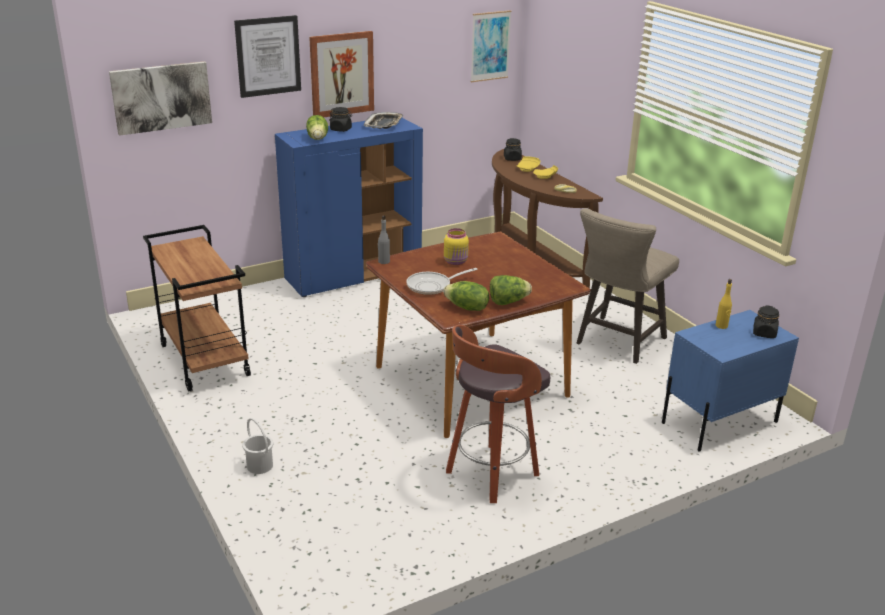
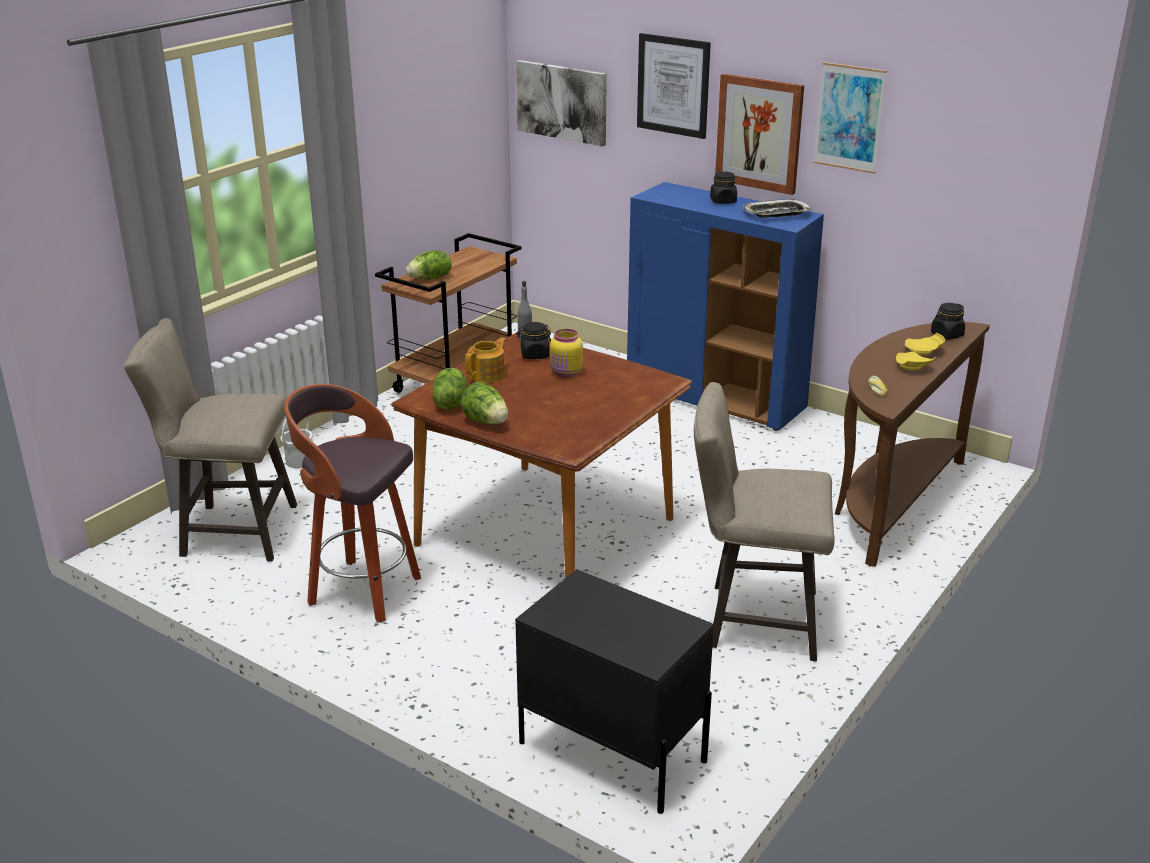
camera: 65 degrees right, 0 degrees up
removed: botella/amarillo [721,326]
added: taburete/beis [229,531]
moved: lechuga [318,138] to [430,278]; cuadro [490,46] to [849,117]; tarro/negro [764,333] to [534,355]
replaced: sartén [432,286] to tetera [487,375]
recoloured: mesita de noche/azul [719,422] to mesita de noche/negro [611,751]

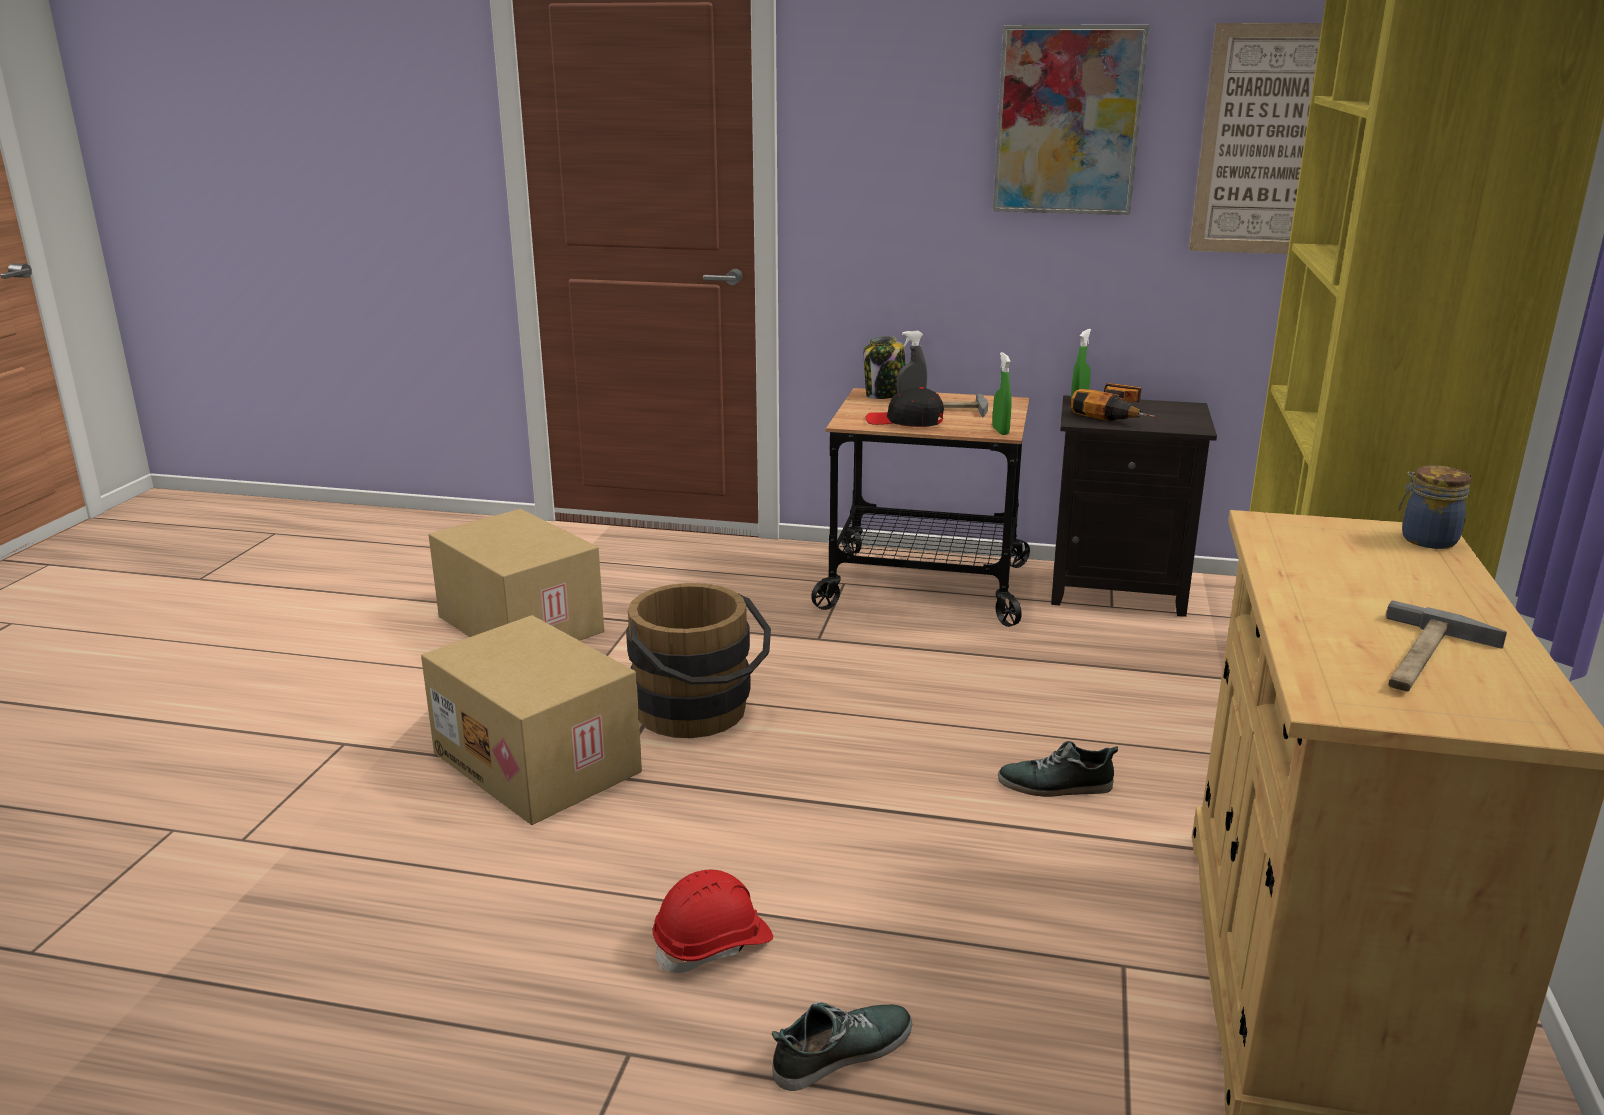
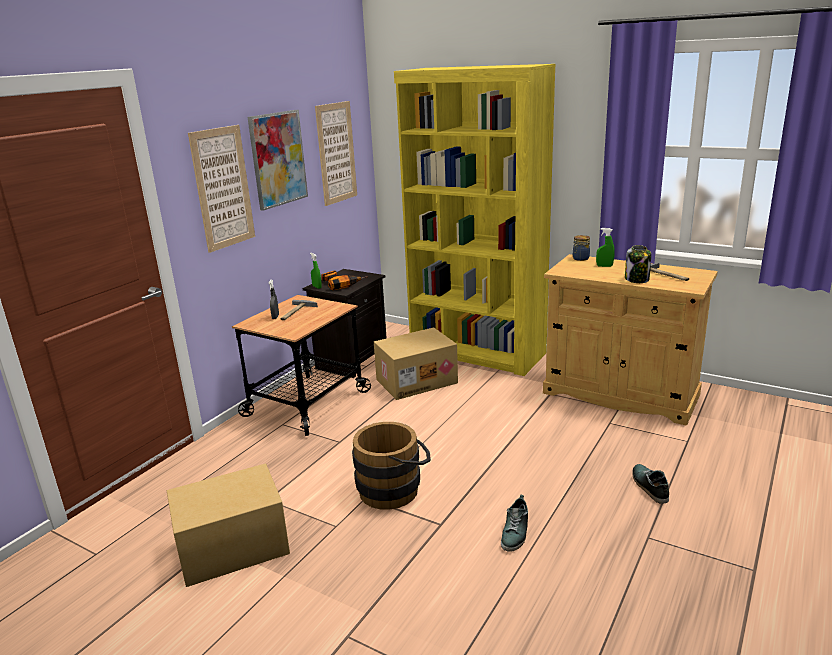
camera: 70 degrees left, 0 degrees up
removed: casco/rojo [713,945]; gorra/negro [905,422]
added: cuadro [223,188]
moved: caja de cartón [540,762] to [416,381]; tarro [885,395] to [637,279]; pulverizador/verde [1000,431] to [604,266]; zapato [1056,785] to [515,533]

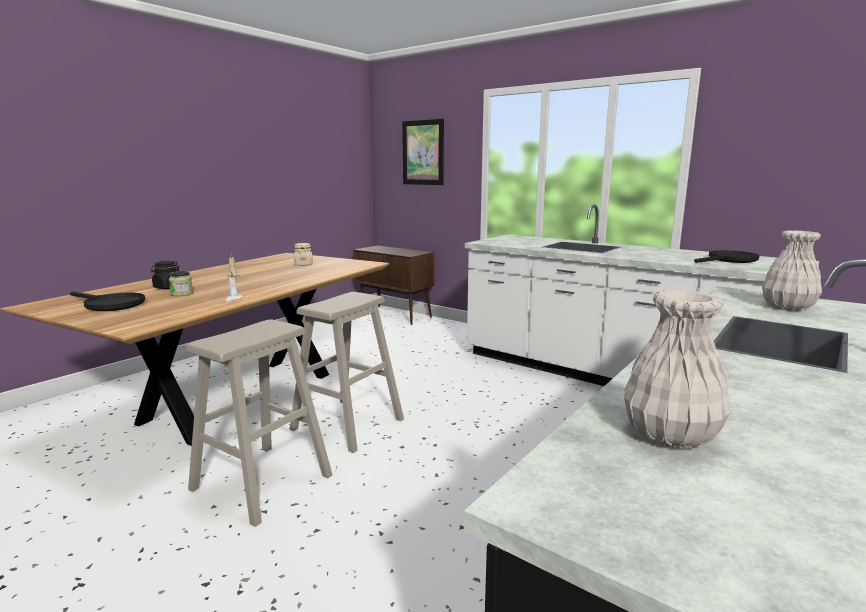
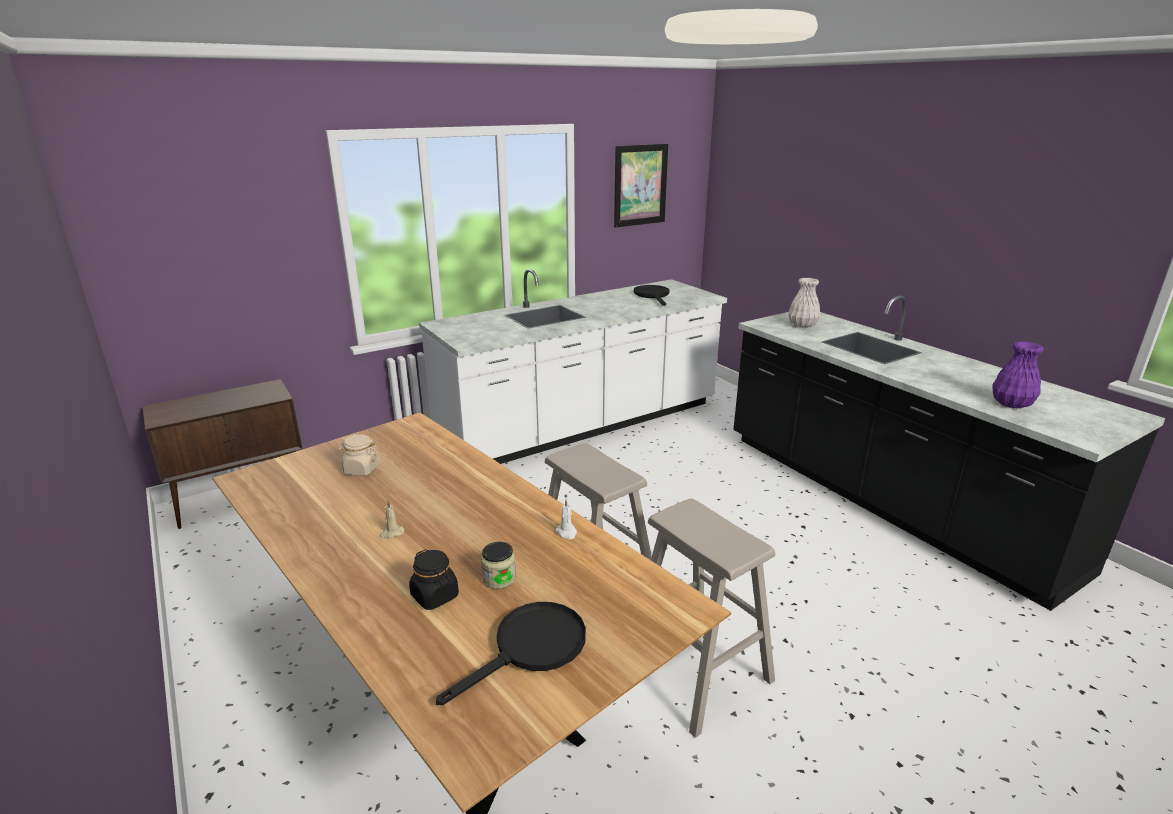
camera: 70 degrees left, 10 degrees up
moved: cuadro [423,152] to [640,185]
recoloured: florero/blanco [671,435] to florero/morado [1011,403]

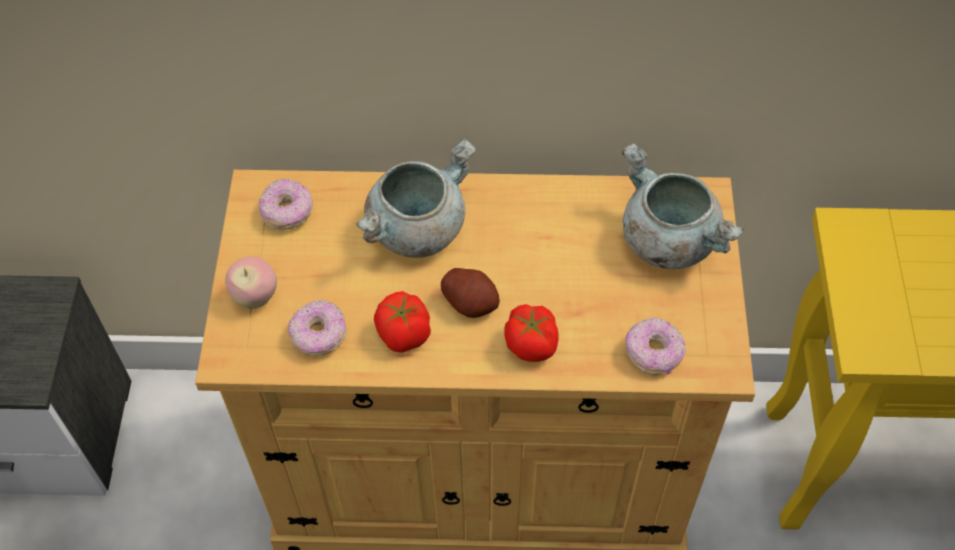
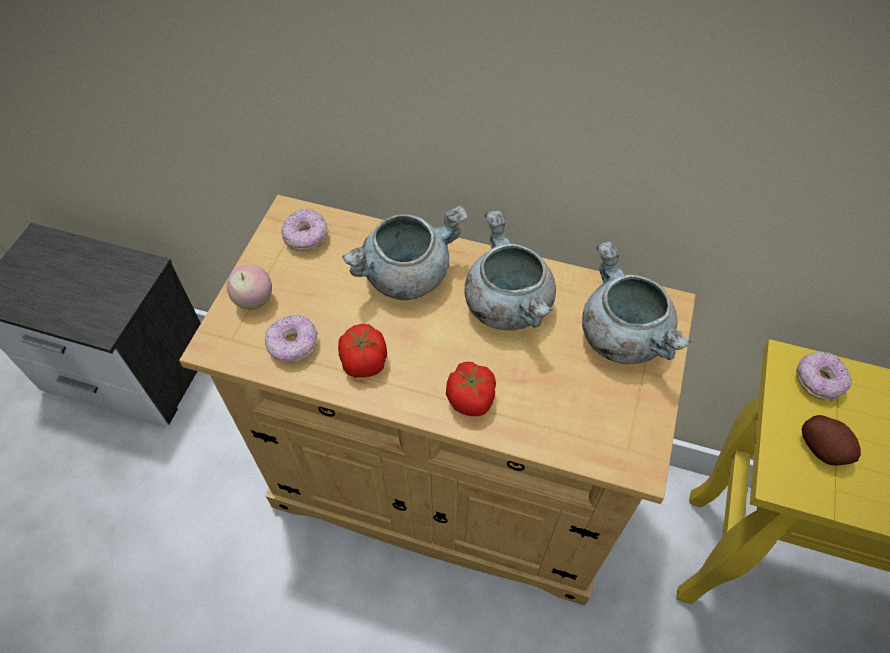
camera: 15 degrees right, 0 degrees up
added: olla/gris [507,305]
moved: patata [470,302] to [823,448]; rosquilla [653,353] to [818,381]

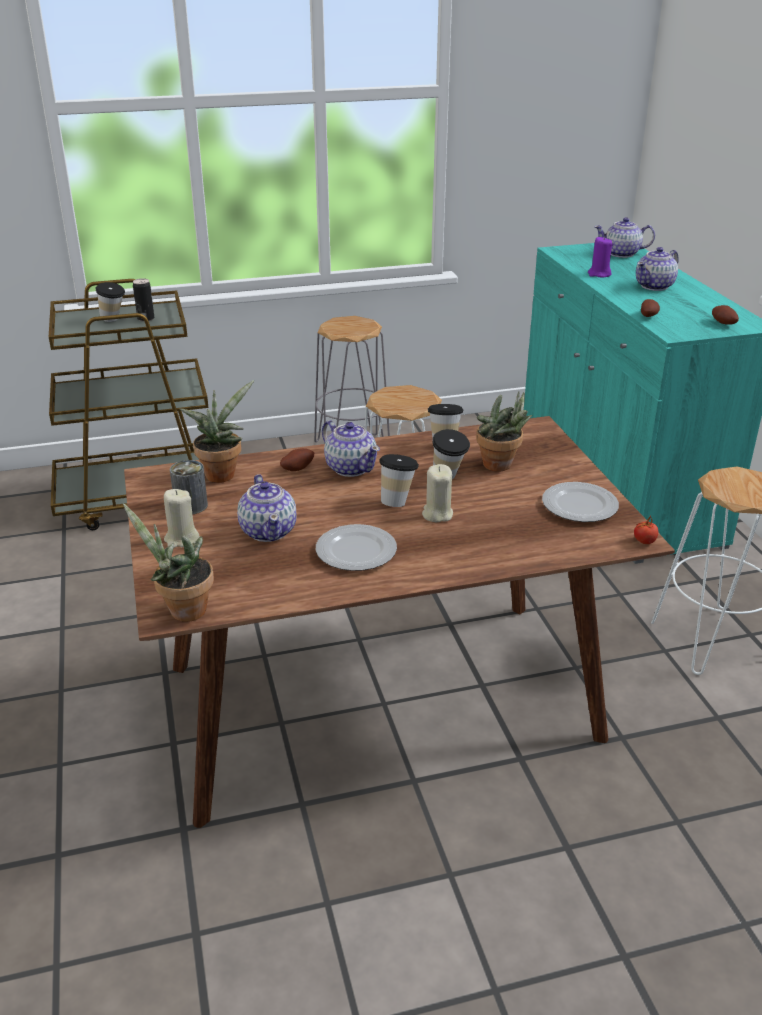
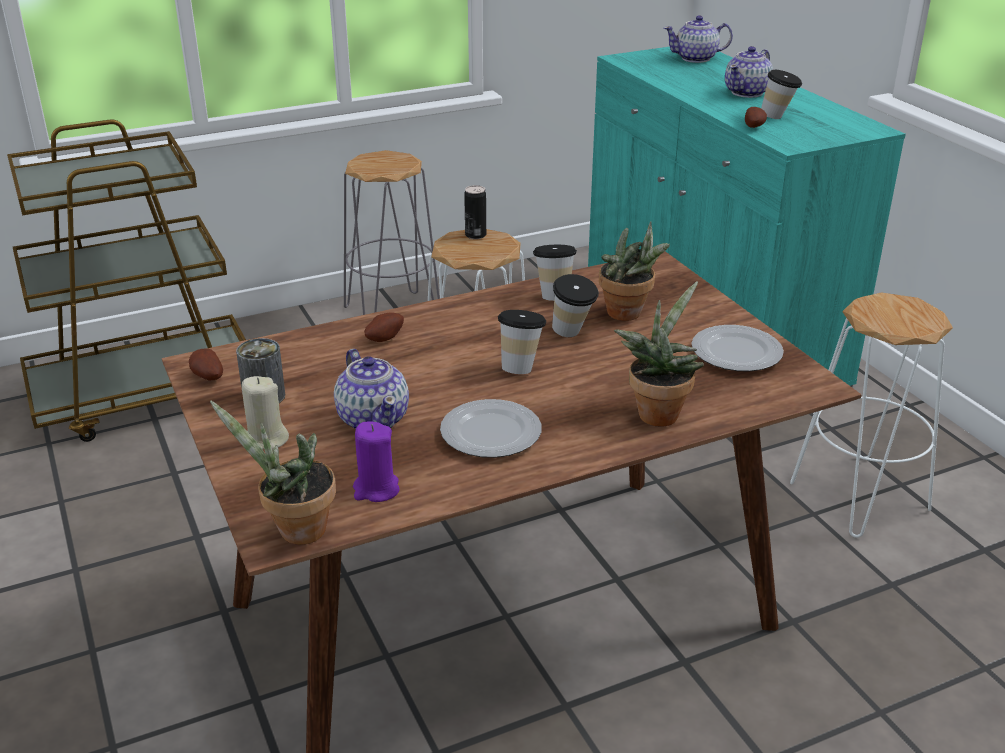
camera: 10 degrees left, 0 degrees up
removed: tetera [351,467]; vela/beis [437,514]; tomate [644,541]
moved: taza [114,320] to [778,117]; lata [146,318] to [475,235]; planta en maceta [221,473] to [657,412]; vela/morado [599,274] to [376,489]; patata [722,324] to [207,377]

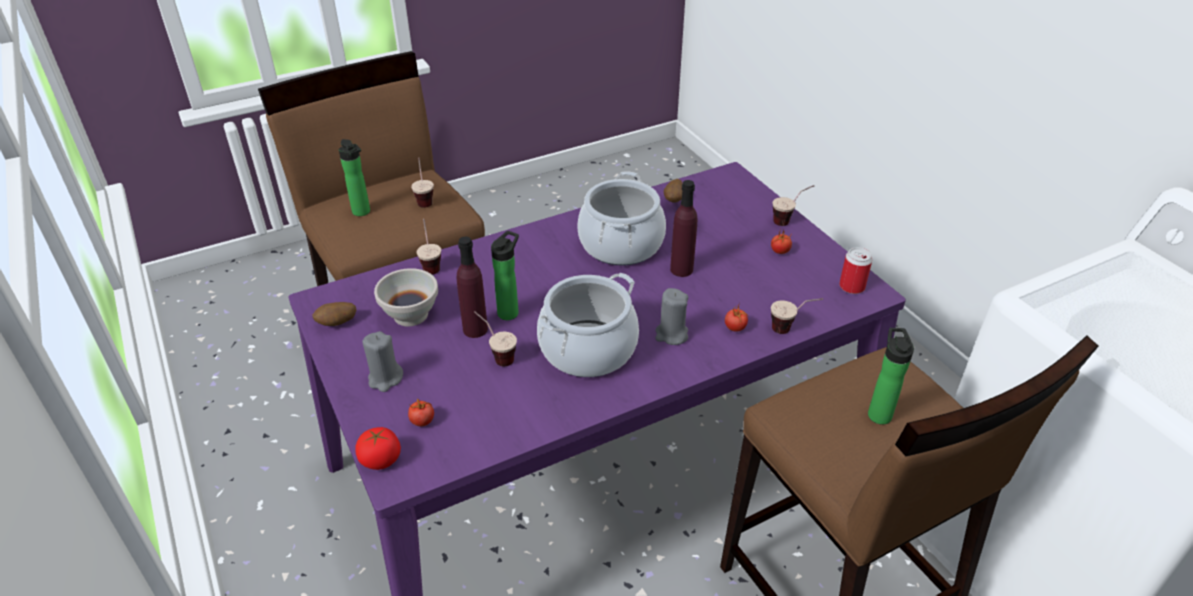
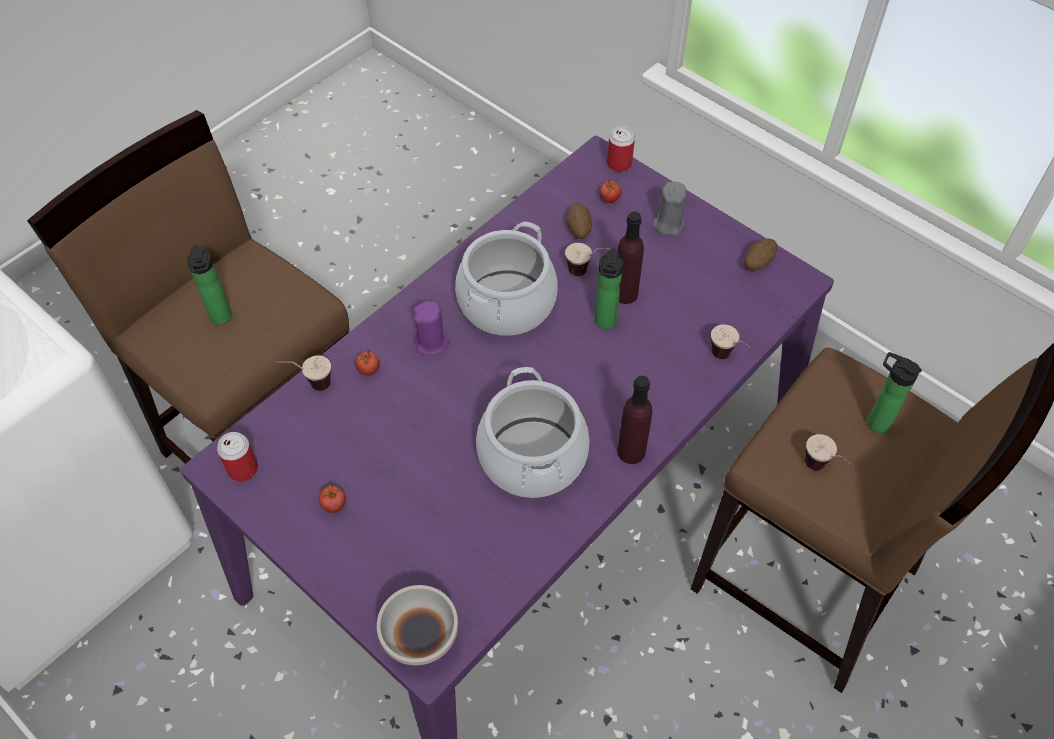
camera: 160 degrees right, 15 degrees up
removed: taza [789,220]
moved: cuenco/blanco [412,315] to [419,640]; patata [674,200] to [578,229]; botella/morado [681,269] to [631,452]
replaced: tomate [380,460] to lata [619,164]
recoloured: vela/gris [671,335] to vela/morado [431,342]

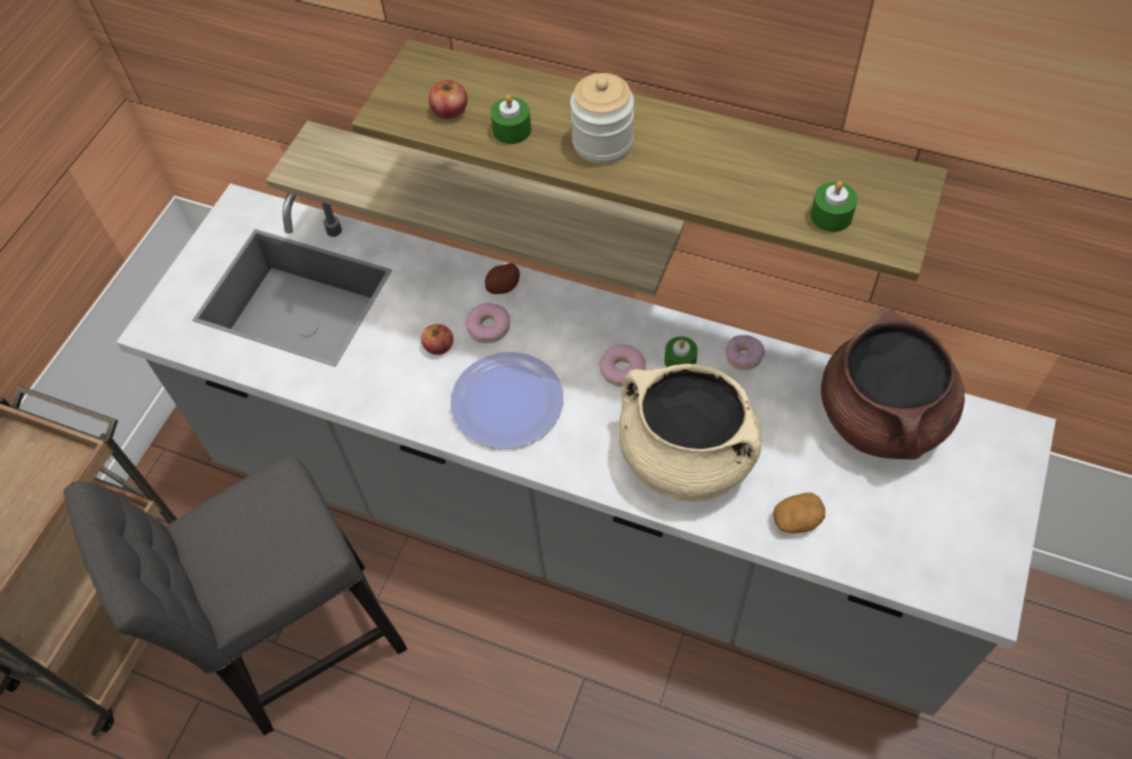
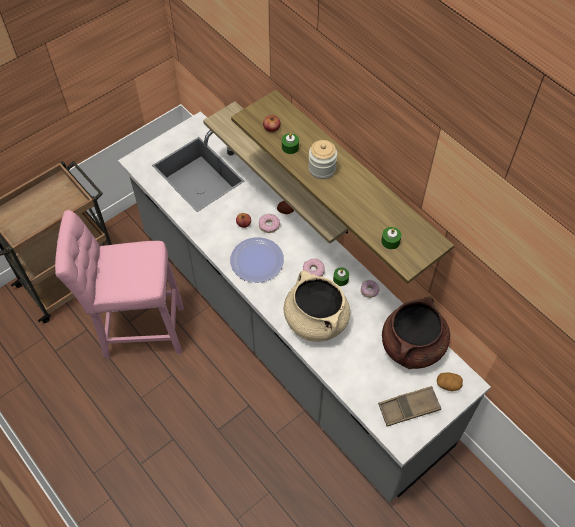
camera: 25 degrees right, 0 degrees up
added: bandeja/marrón [408,408]
moved: patata [797,520] to [448,384]
recoloured: taburete/gris [302,648] to taburete/rosa [139,330]

